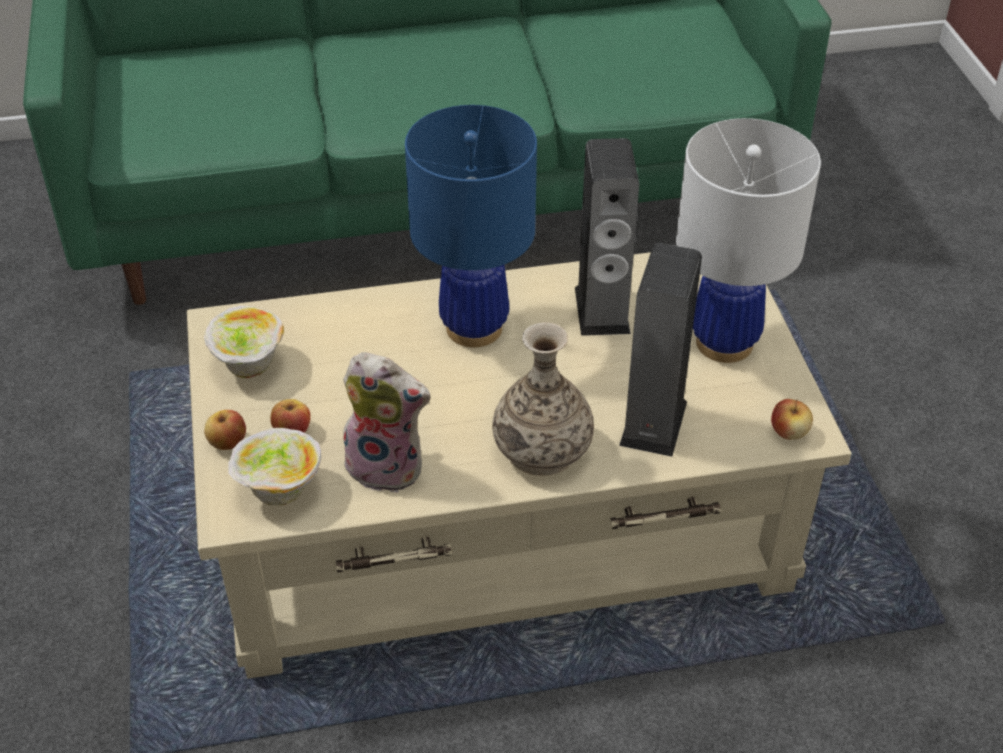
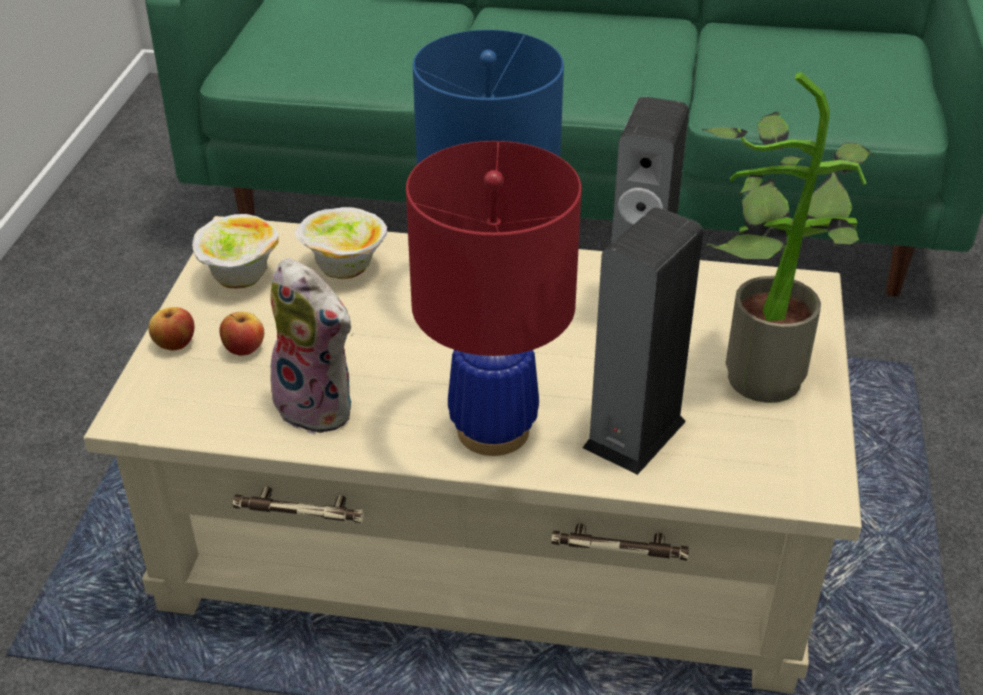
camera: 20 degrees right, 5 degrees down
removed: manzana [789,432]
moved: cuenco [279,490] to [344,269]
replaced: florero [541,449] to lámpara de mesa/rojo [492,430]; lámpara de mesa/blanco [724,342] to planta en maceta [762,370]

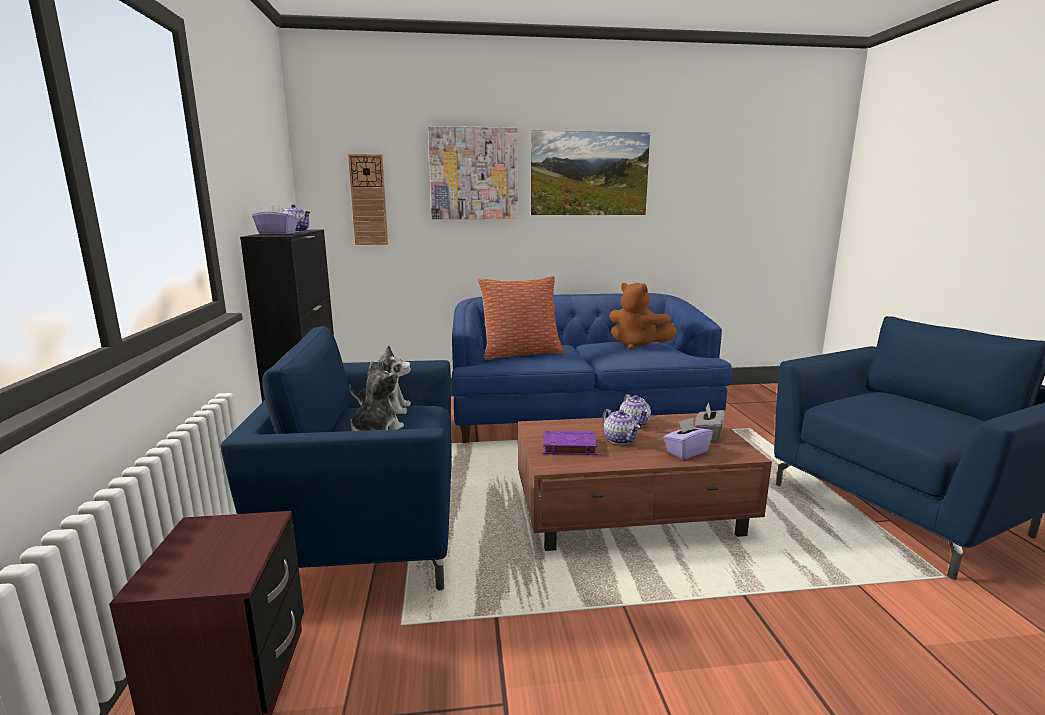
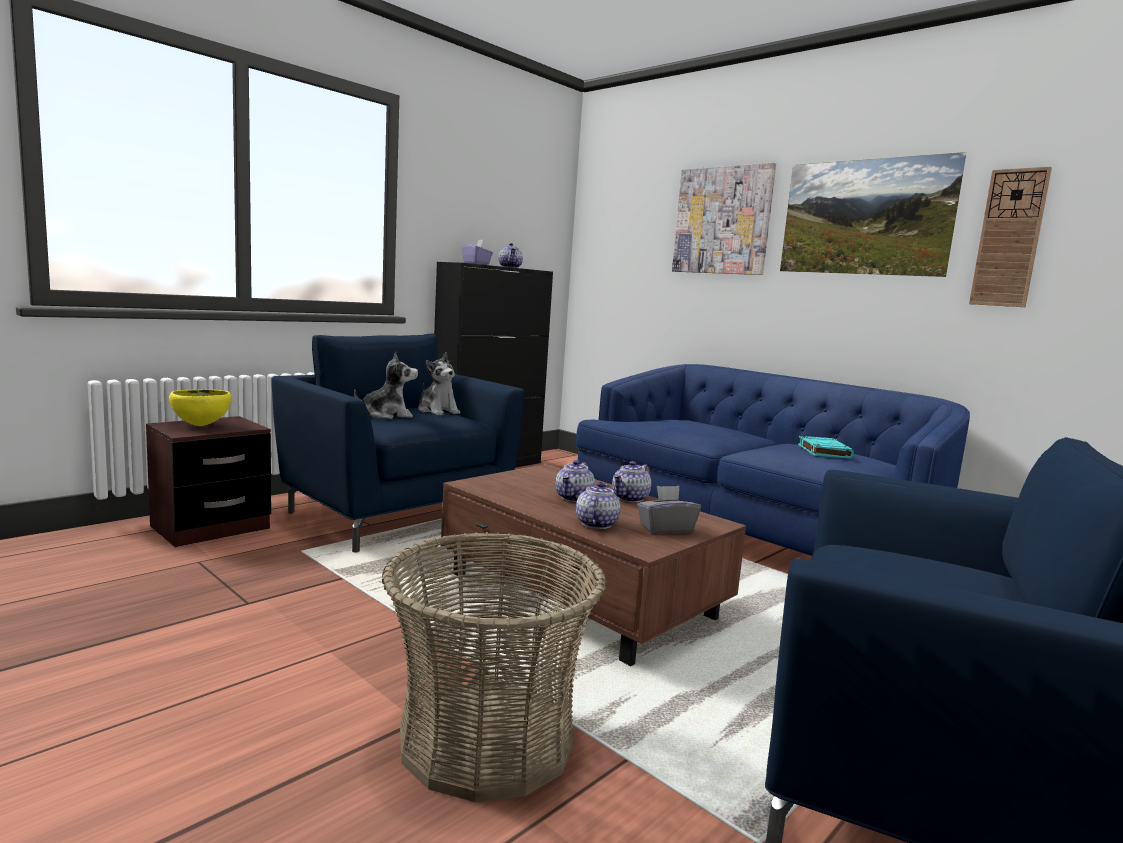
camera: 50 degrees right, 5 degrees down
removed: cojín [521,353]; libro/morado [568,447]
added: cuenco/amarillo [201,425]; cesta [486,739]
moved: reloj de pared [368,200] to [1009,238]
replaced: peluche/marrón [637,345] to libro/turquesa [823,451]; caja de pañuelos/morado [686,452] to tetera [596,524]

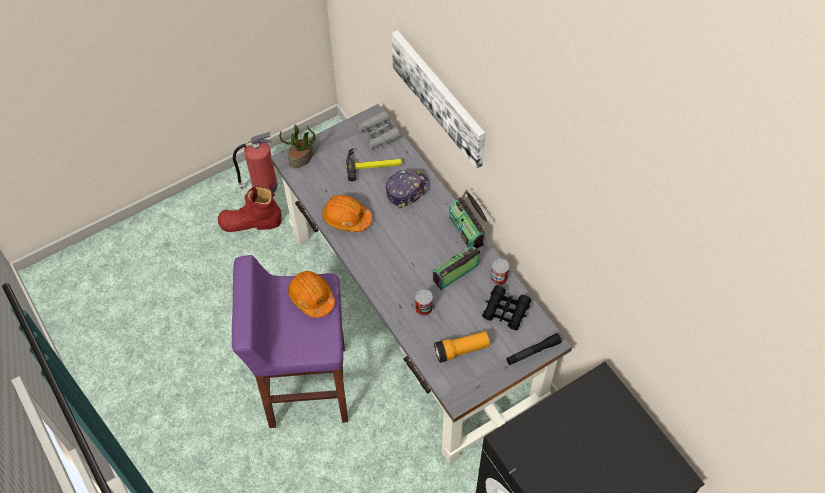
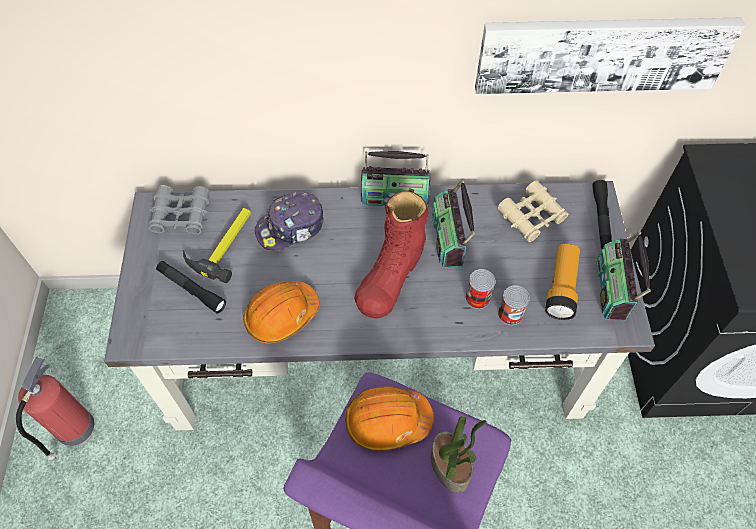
camera: 60 degrees left, 0 degrees up
added: linterna/negro [191,289]; radio [613,289]
moved: bota/rojo [250,222] to [391,274]; planta en maceta [301,158] to [451,466]; cuadro [439,97] to [602,53]; lata [499,277] to [510,314]
recoloured: prismáticos/negro [506,311] to prismáticos/beis [531,216]
turned: gorra [407,190] = [291,227] 105 degrees counterclockwise

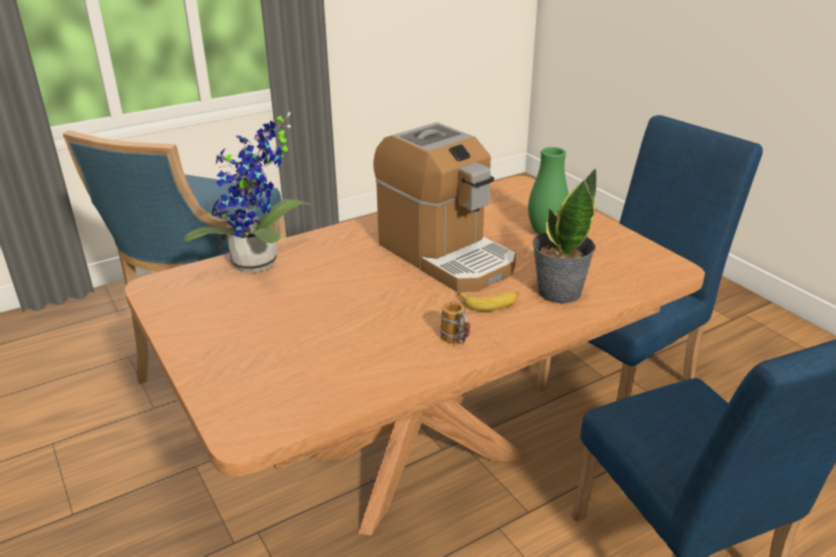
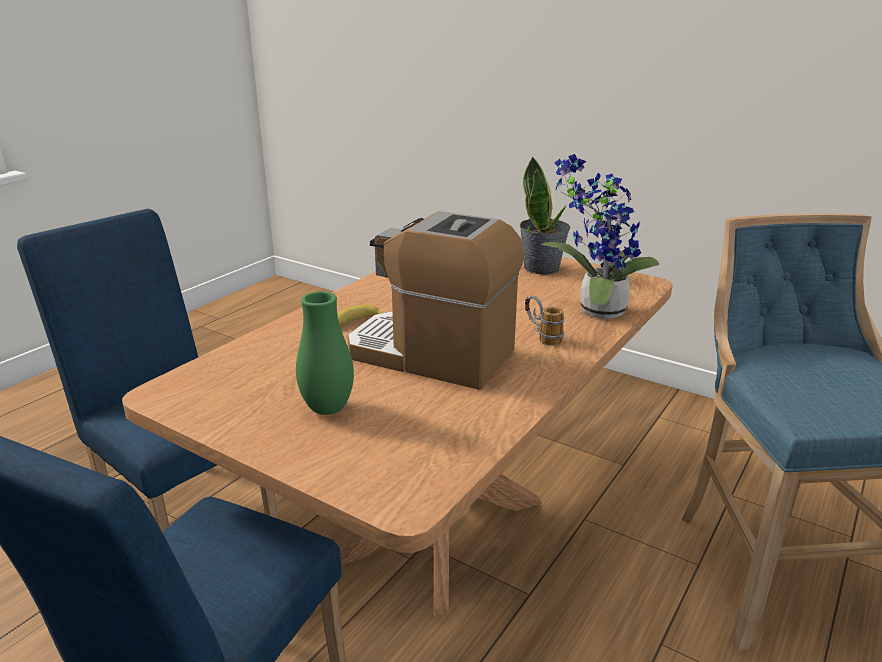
camera: 155 degrees right, 5 degrees down
moved: taza grande [457,343] to [541,336]; planta en maceta [558,292] to [542,268]

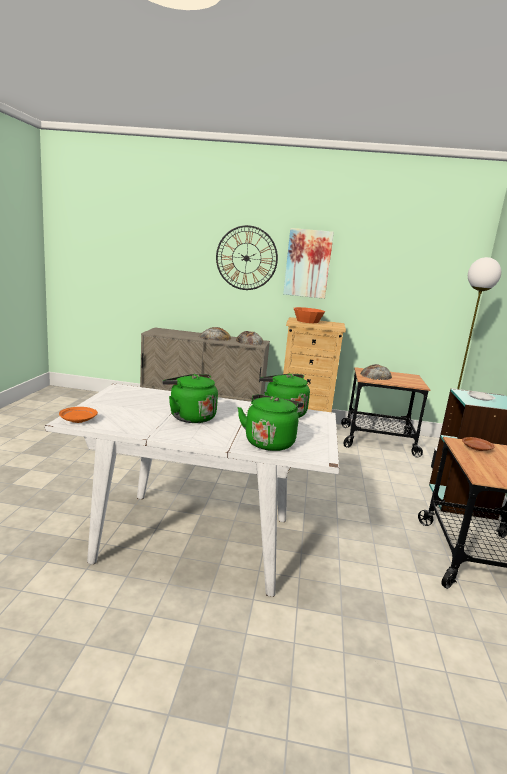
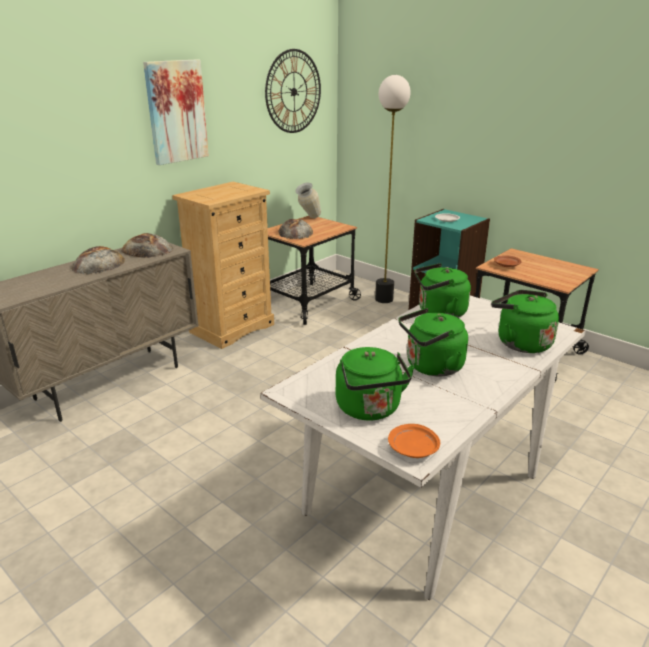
camera: 55 degrees left, 10 degrees up
removed: cuenco/naranja [307,321]
added: florero [308,219]; hervidor/verde [370,409]
moved: reloj de pared [246,258] to [293,92]

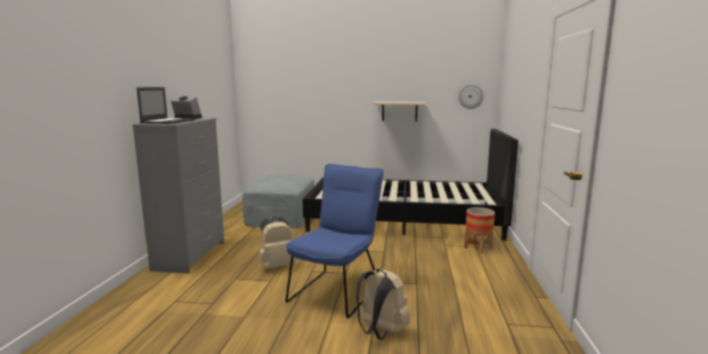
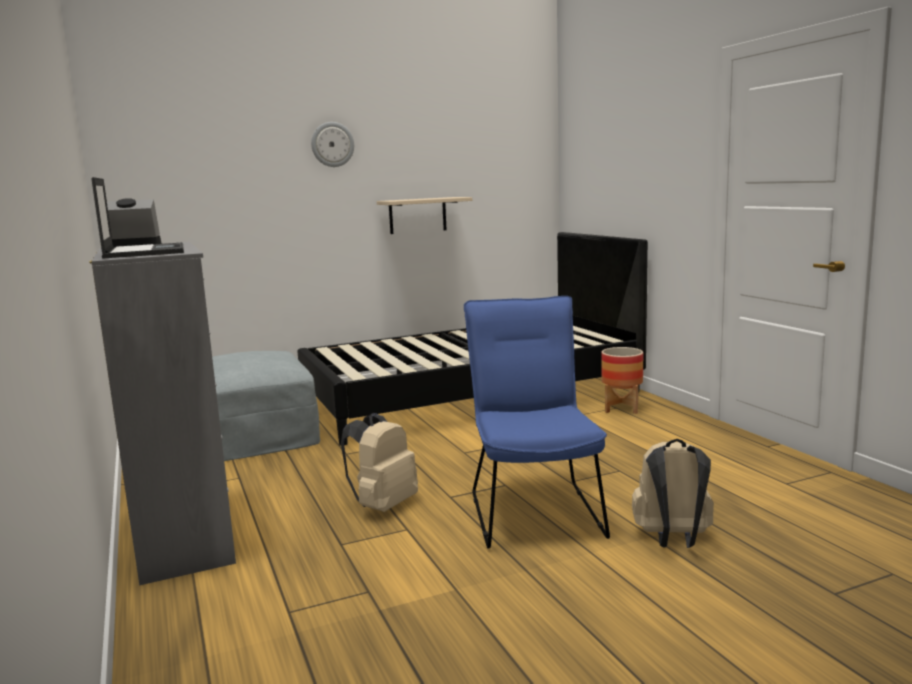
camera: 30 degrees left, 0 degrees up
moved: reloj de pared [470,96] to [332,144]

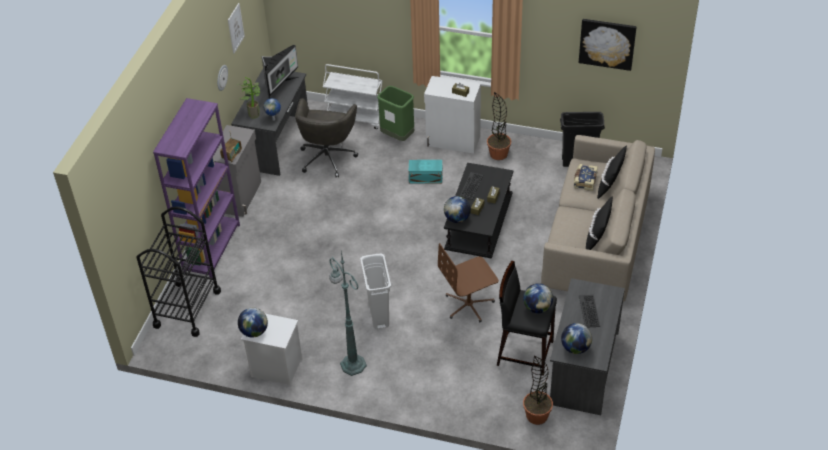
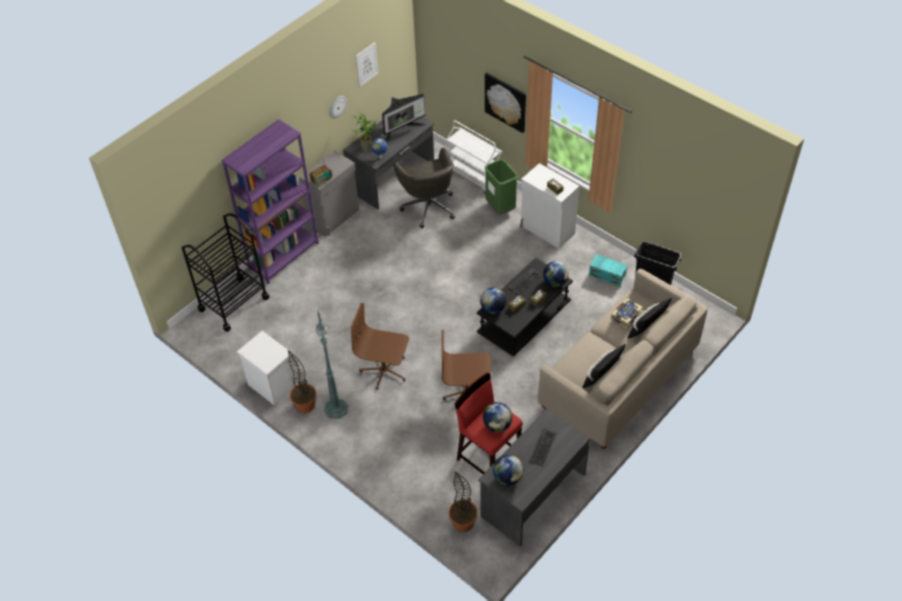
camera: 25 degrees right, 5 degrees up
moved: globo terráqueo [254,331] to [555,282]; caja de almacenaje/turquesa [425,177] to [606,275]; planta en maceta [498,154] to [305,405]; cuadro [607,43] to [506,102]
replaced: papelera/blanco [378,314] to silla de oficina/marrón [384,370]
recoloured: taburete/negro [524,352] to taburete/rojo [488,458]
turned: silla de oficina/gris [328,157] = [428,206] 60 degrees counterclockwise

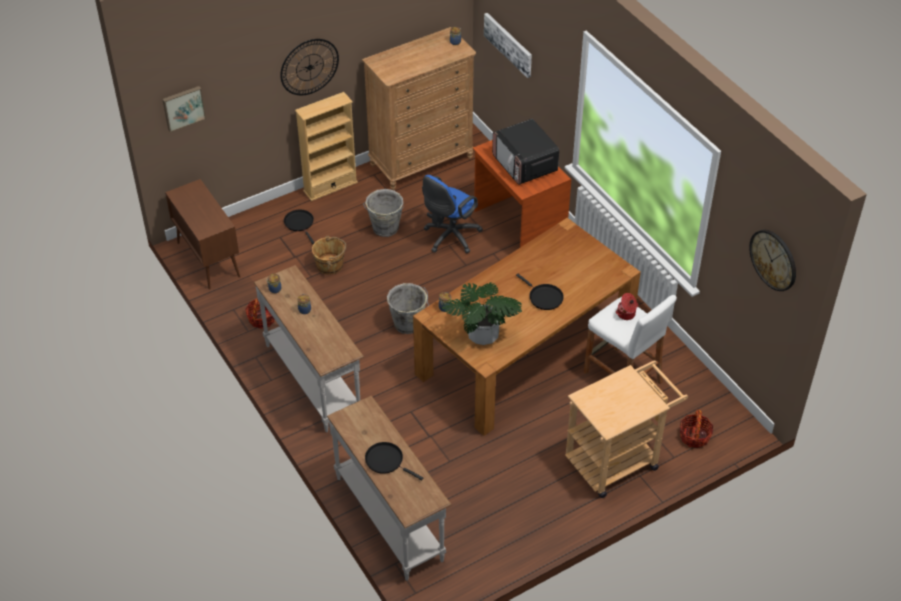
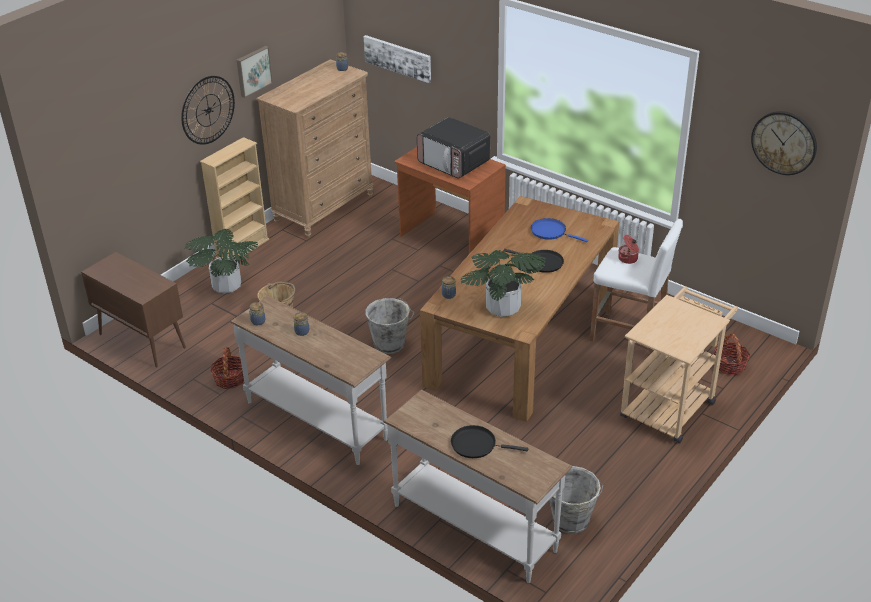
camera: 20 degrees left, 10 degrees down
removed: silla de oficina/azul [449,237]
added: sartén/azul [550,232]
moved: cuadro [183,107] to [253,71]; cubo/gris [385,229] to [571,521]
replaced: sartén/negro [300,223] to planta en maceta [227,287]

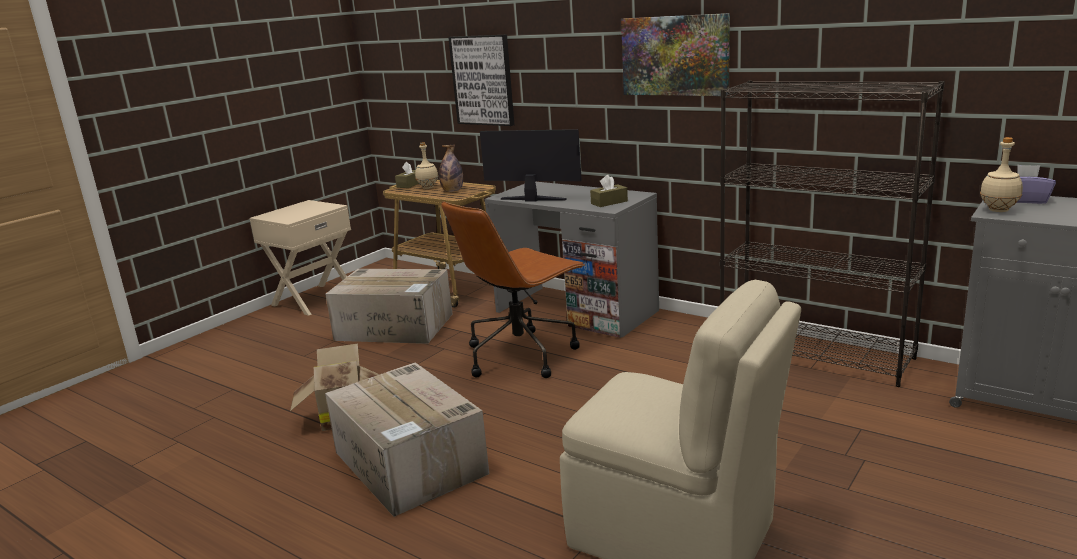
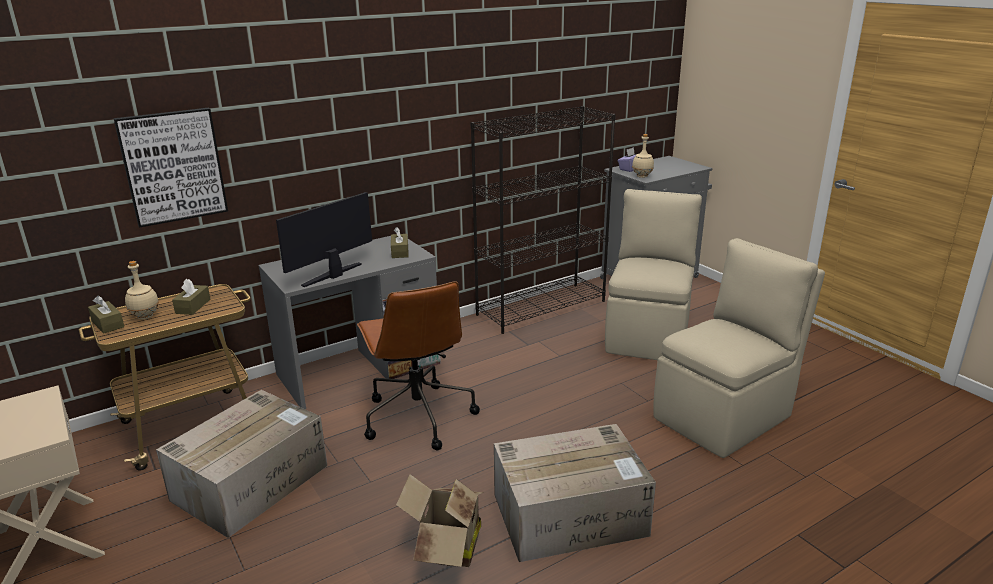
camera: 70 degrees left, 5 degrees up
removed: cuadro [675,55]
added: silla/beis [648,335]
replaced: botella [452,191] to caja de pañuelos/marrón [193,306]

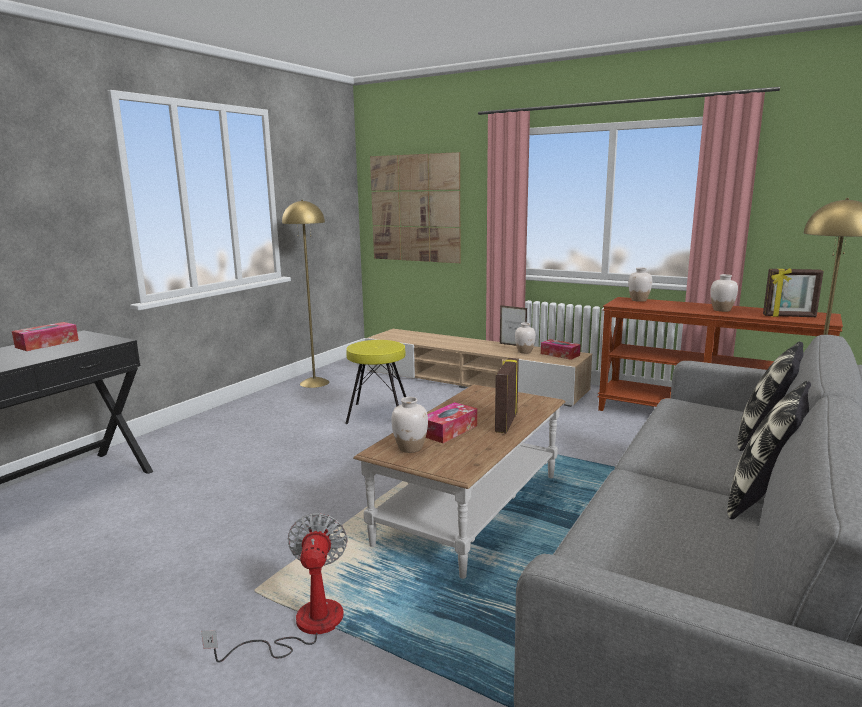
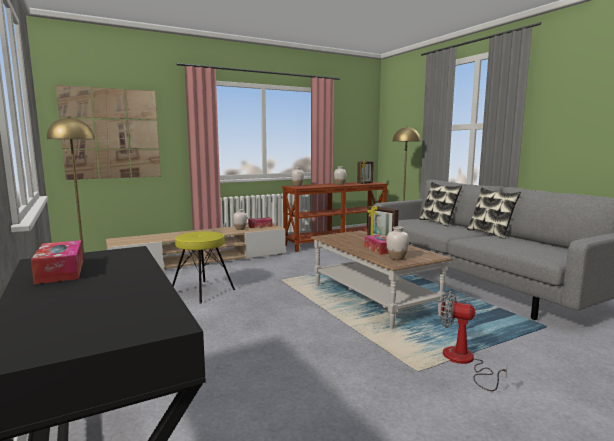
camera: 60 degrees left, 5 degrees down
removed: portarretratos [512,345]

